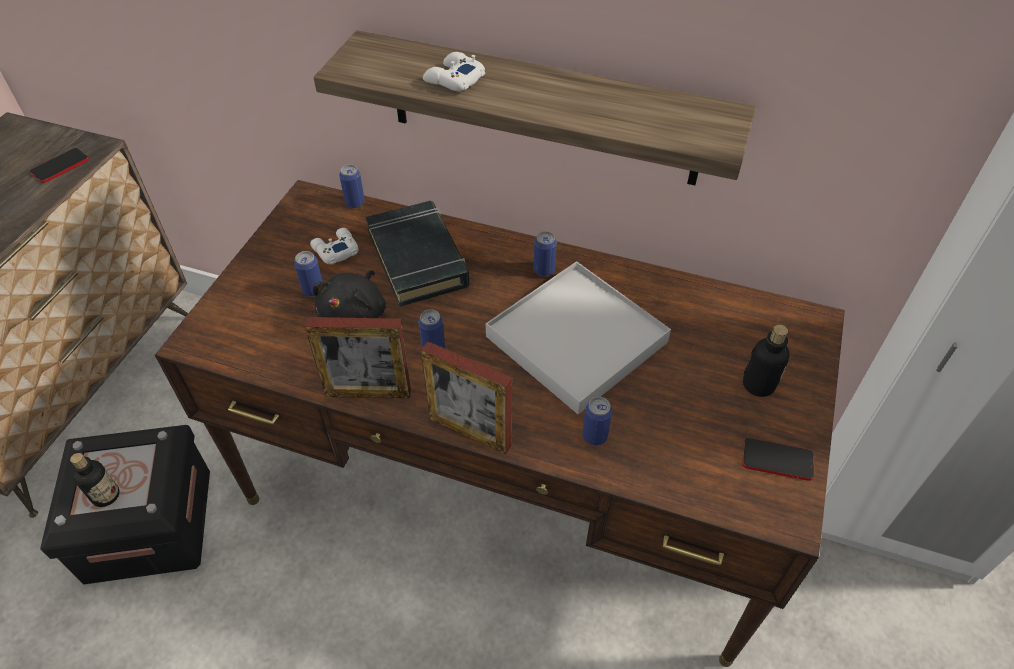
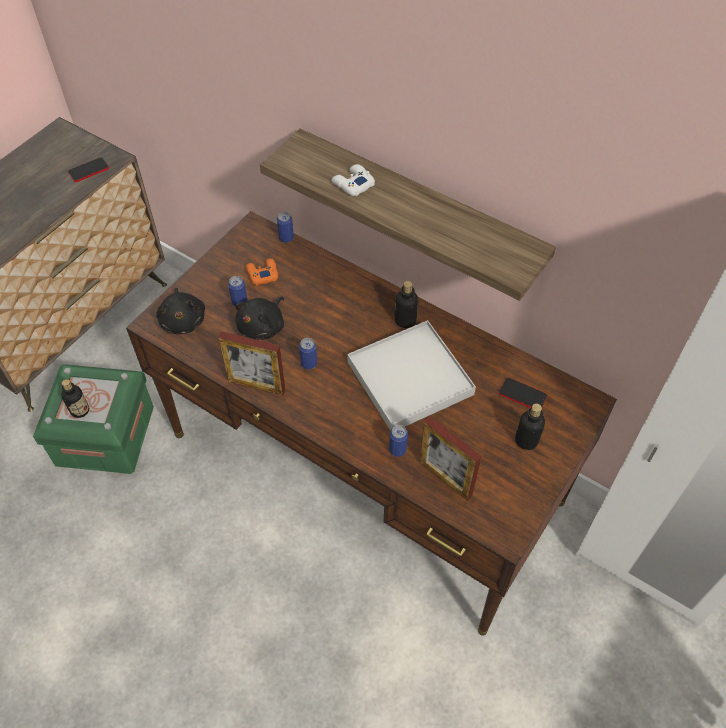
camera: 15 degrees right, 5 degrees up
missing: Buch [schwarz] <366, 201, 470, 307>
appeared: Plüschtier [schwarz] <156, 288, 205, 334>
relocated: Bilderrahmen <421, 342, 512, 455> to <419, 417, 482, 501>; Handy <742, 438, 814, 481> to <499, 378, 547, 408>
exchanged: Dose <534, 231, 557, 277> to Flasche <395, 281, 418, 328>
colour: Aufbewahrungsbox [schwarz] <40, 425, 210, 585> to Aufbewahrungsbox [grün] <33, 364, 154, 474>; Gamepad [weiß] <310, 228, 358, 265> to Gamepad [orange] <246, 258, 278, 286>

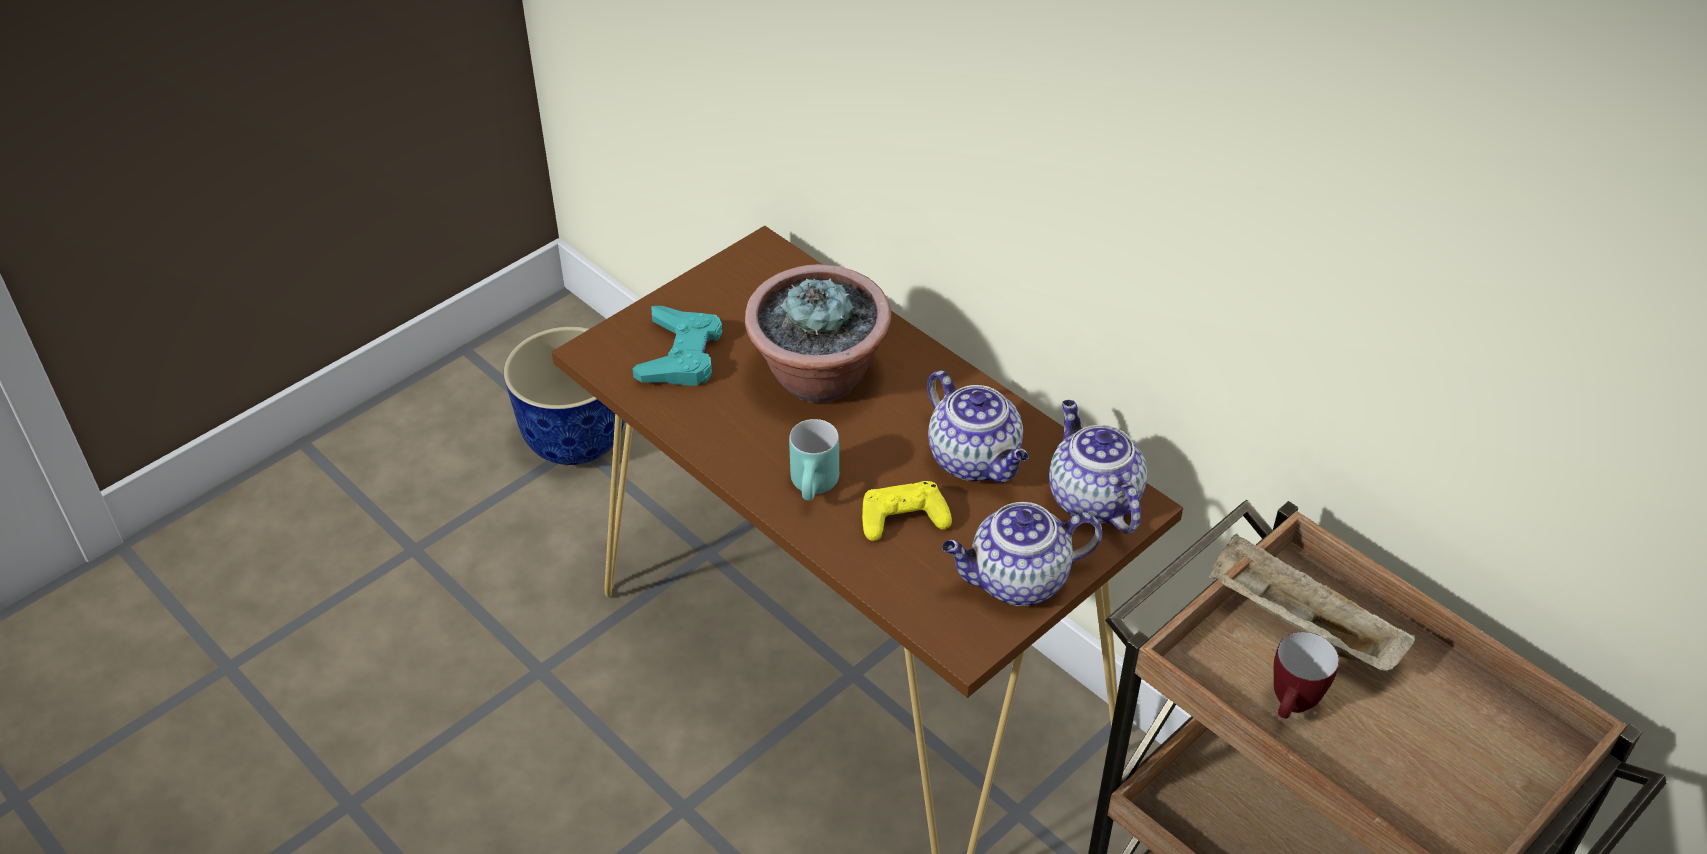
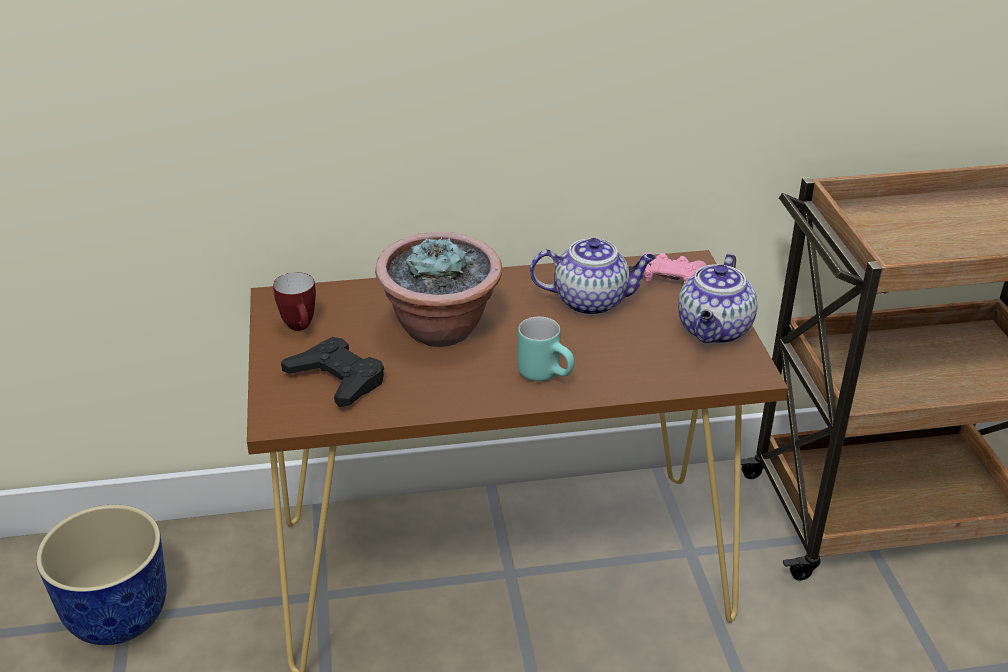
camera: 55 degrees left, 10 degrees down
missing: Gamepad [gelb] <862, 481, 952, 541>; Tablett [beige] <1209, 533, 1415, 671>
relocated: Henkelbecher <1273, 632, 1339, 719> to <273, 272, 316, 331>
exchanged: Teekanne <1049, 400, 1147, 534> to Gamepad [rosa] <642, 252, 706, 283>
colour: Gamepad [türkis] <632, 306, 722, 386> to Gamepad [schwarz] <281, 337, 384, 407>

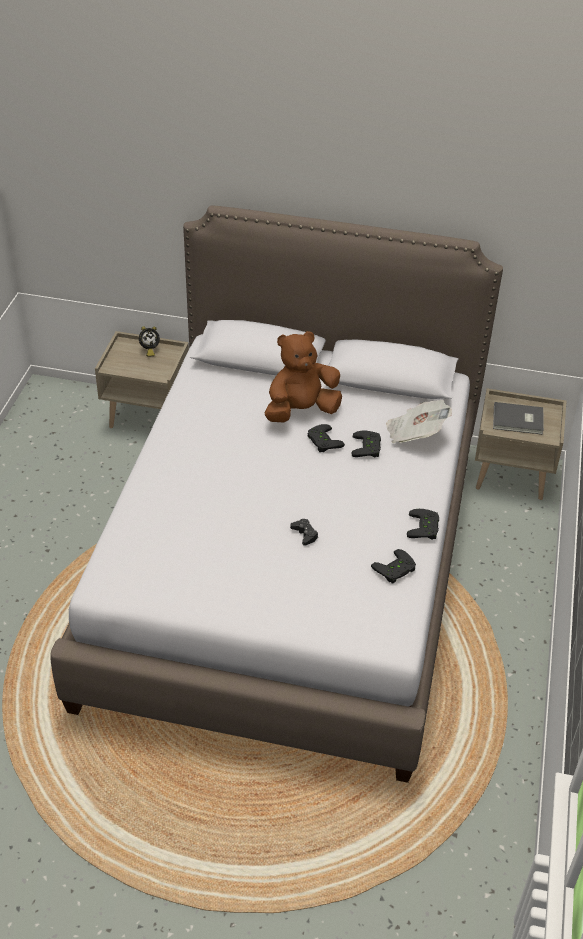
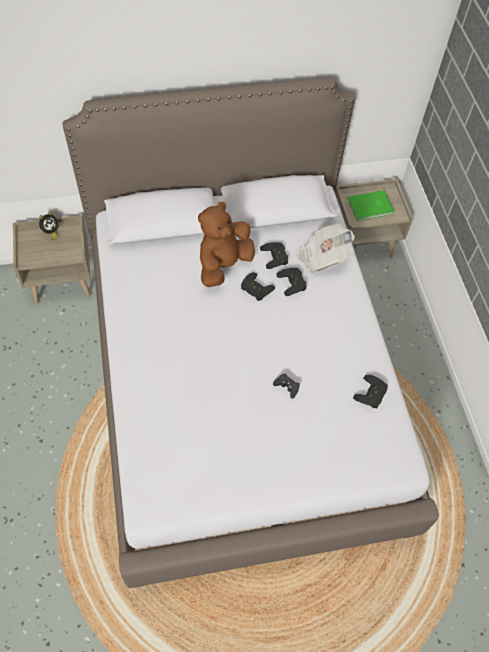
camera: 25 degrees left, 15 degrees up
relocated: Gamepad [schwarz] <407, 509, 439, 540> to <260, 242, 288, 269>
colour: Buch [grau] <493, 402, 544, 435> to Buch [grün] <347, 190, 395, 221>

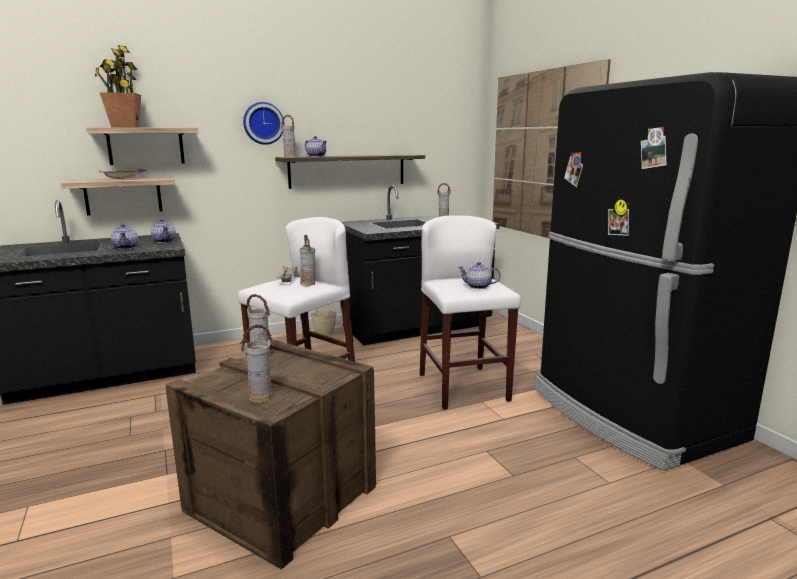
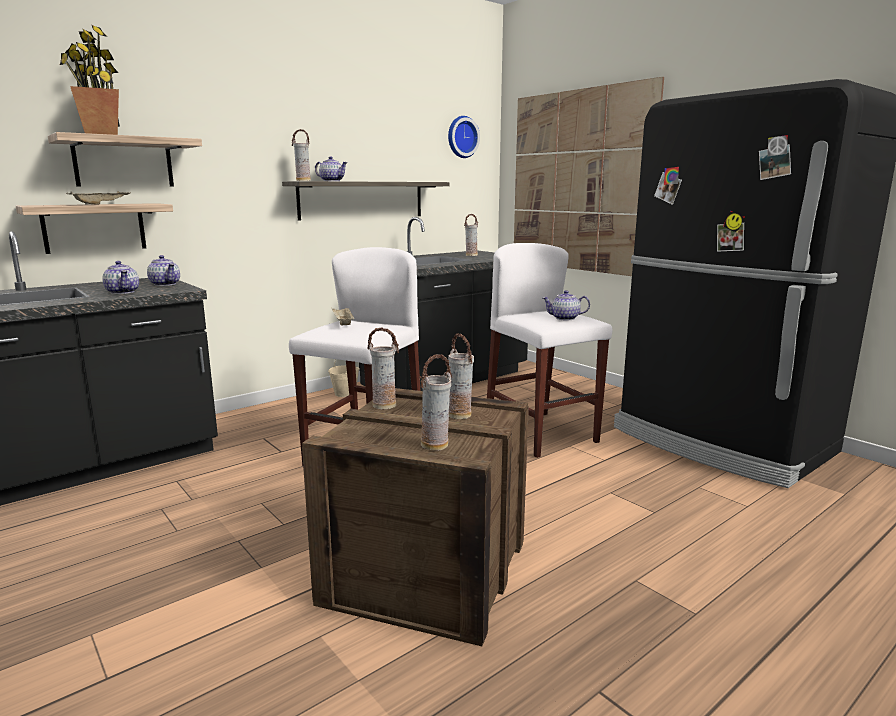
camera: 15 degrees left, 0 degrees up
relocated: Wanduhr <243, 102, 285, 145> to <448, 116, 480, 158>; Vase <300, 235, 315, 286> to <448, 333, 474, 419>

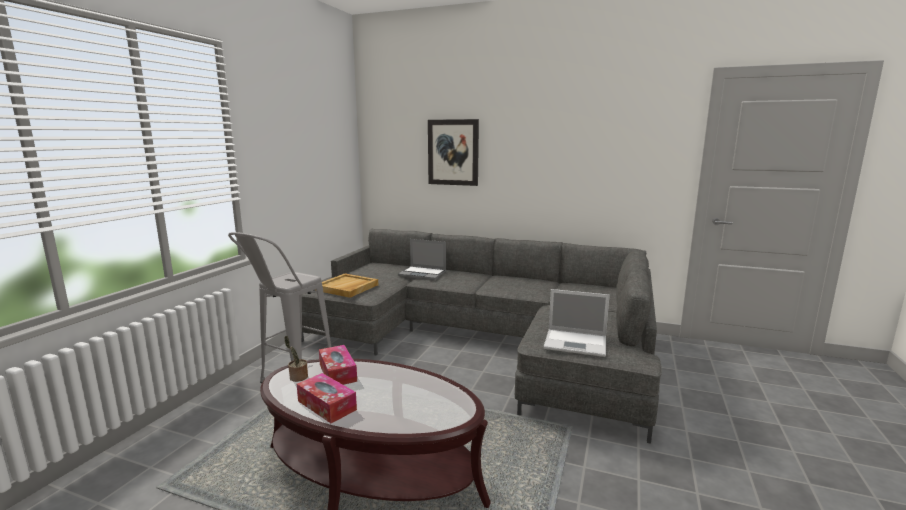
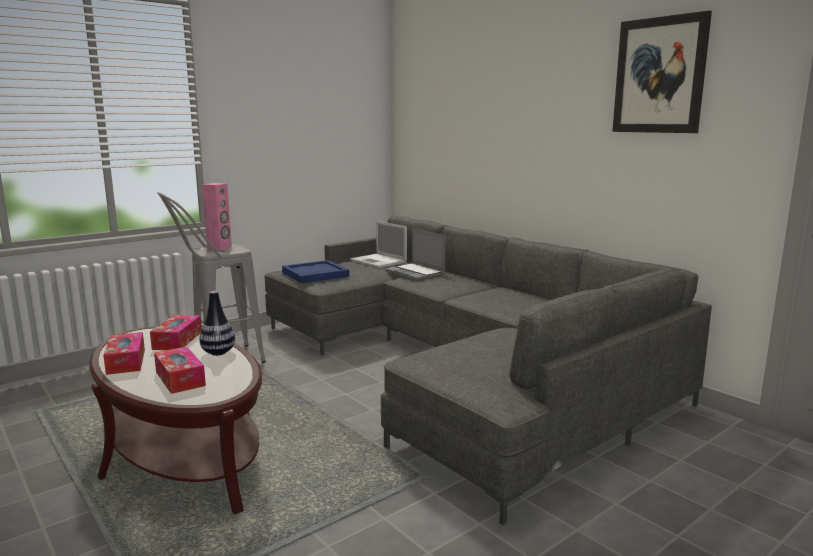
camera: 30 degrees right, 0 degrees up
missing: Topfpflanze <284, 335, 308, 382>
appeared: Taschentuchbox <154, 346, 206, 394>; Vase <199, 291, 235, 356>; Lautsprecher [rosa] <202, 183, 232, 251>
relocated: Bild <428, 119, 479, 186> to <612, 11, 712, 133>; Laptop <543, 289, 610, 357> to <350, 221, 407, 268>
colour: Tablett [beige] <315, 274, 378, 298> to Tablett [blau] <282, 260, 350, 284>

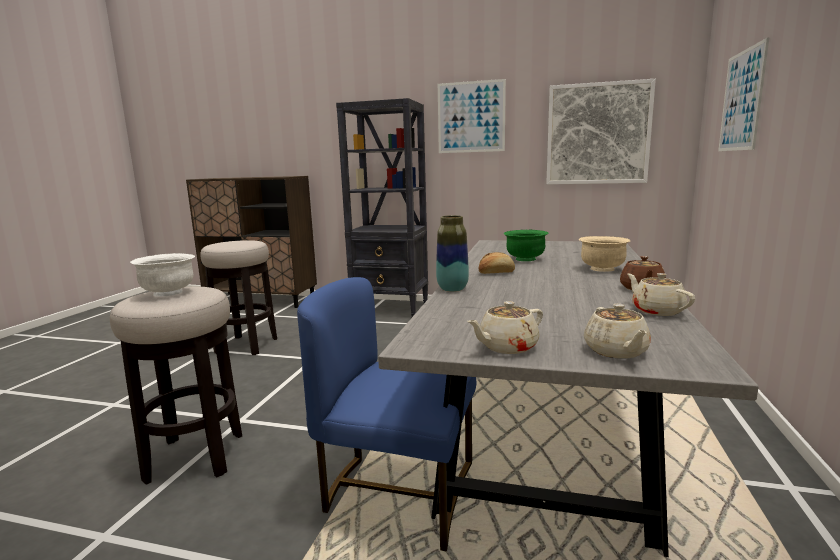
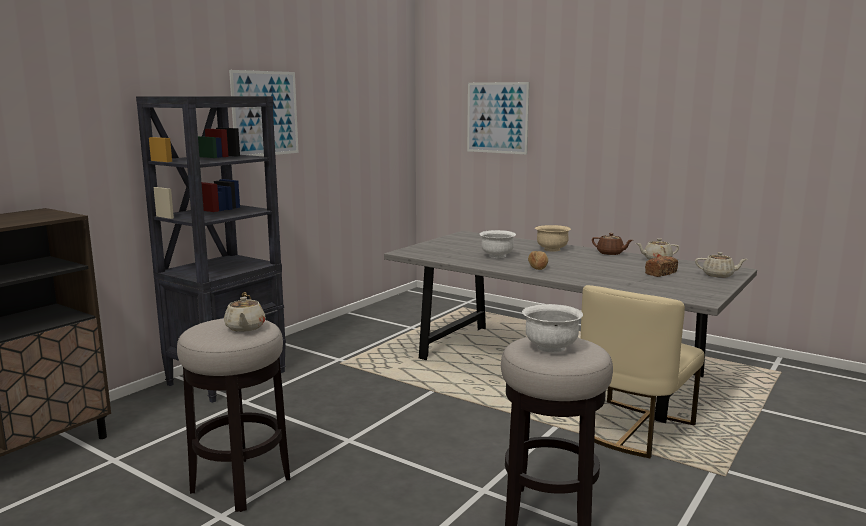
camera: 70 degrees left, 0 degrees up
missing: Vase <436, 215, 469, 292>; Bild <546, 79, 656, 185>
appeared: Brot <645, 256, 678, 277>
relocated: Teekanne [beige] <467, 301, 543, 354> to <224, 297, 266, 332>
colour: Stuhl [blau] <297, 277, 476, 551> to Stuhl [beige] <581, 285, 705, 458>; Schüssel [grün] <504, 230, 548, 261> to Schüssel [weiß] <480, 230, 516, 258>

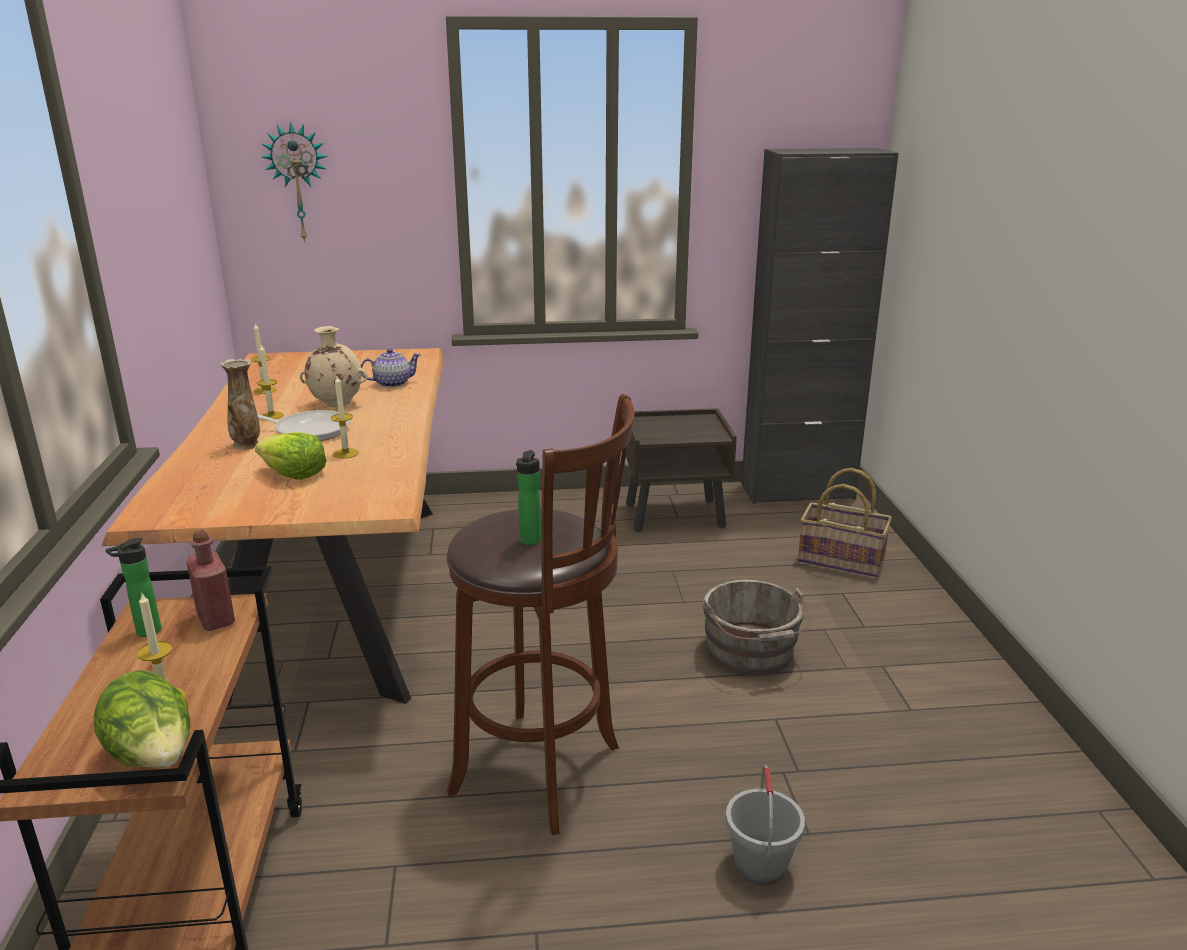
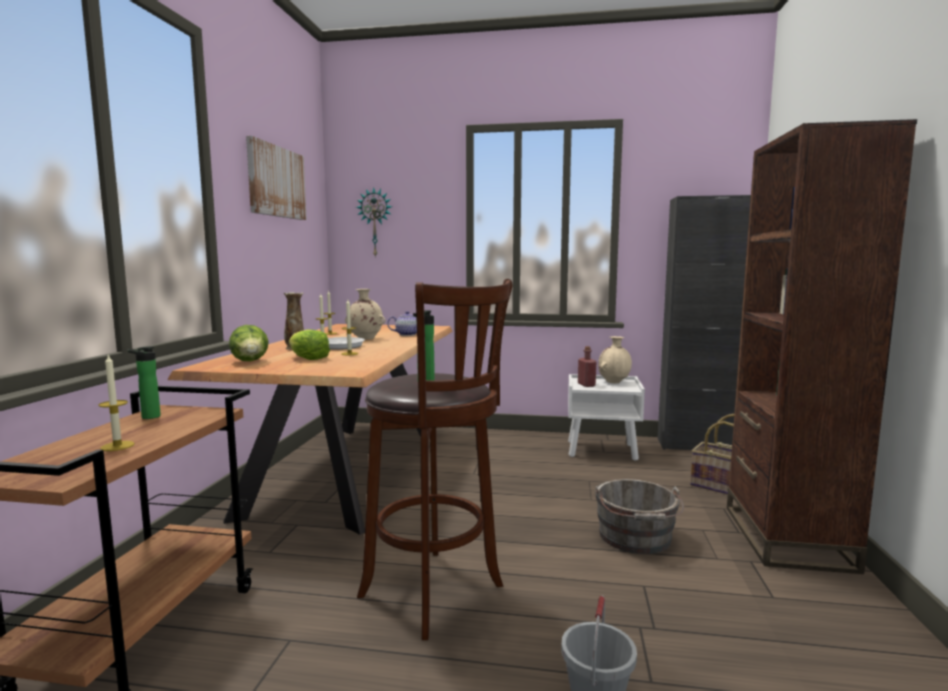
camera: 15 degrees right, 15 degrees down
appeared: Bild <246, 136, 307, 220>; Vase [beige] <598, 336, 632, 383>; Bücherregal [braun] <727, 119, 917, 574>
relocated: Salatkopf <94, 670, 190, 768> to <229, 325, 269, 361>; Flasche [rot] <186, 529, 235, 631> to <578, 346, 596, 387>
colour: Nachttisch [braun] <626, 408, 737, 532> to Nachttisch [weiß] <568, 374, 645, 460>

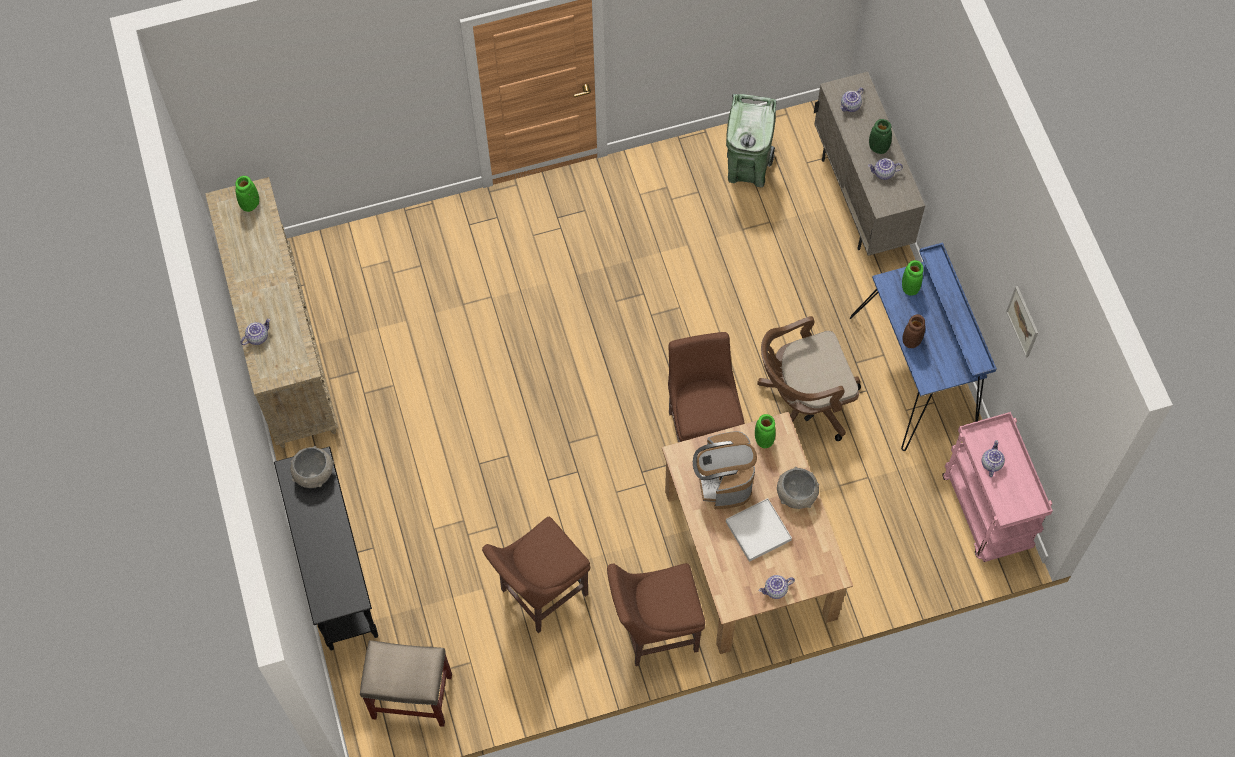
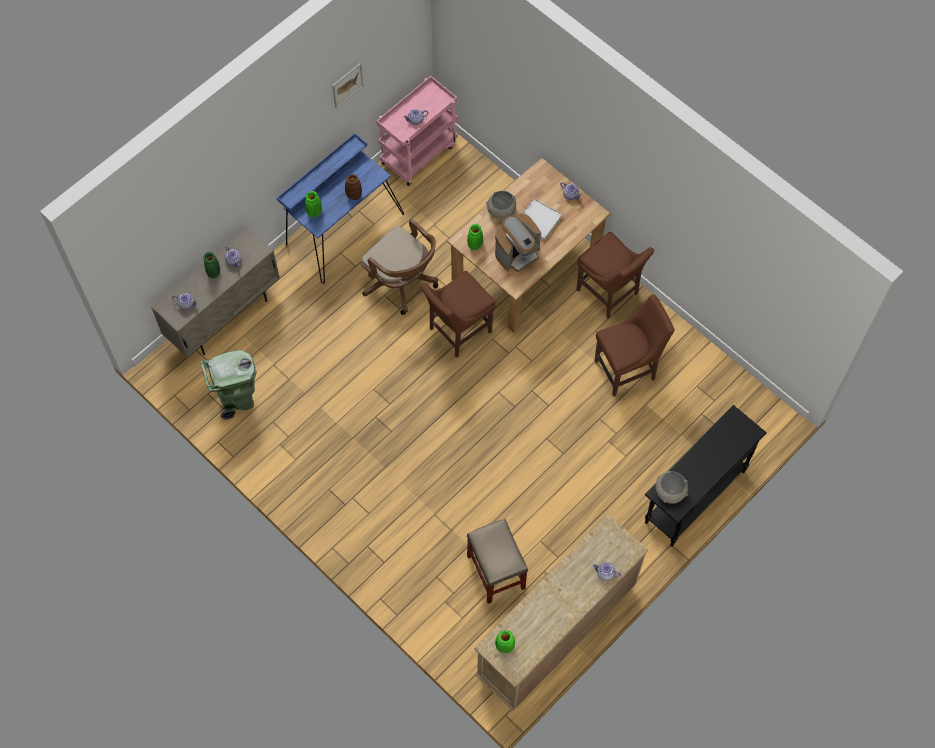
camera: 120 degrees left, 0 degrees up
relocated: Hocker [beige] <360, 640, 452, 727> to <467, 519, 528, 604>
spun: Stuhl [braun] <482, 517, 590, 633> = <594, 295, 674, 397> 45 degrees counterclockwise

